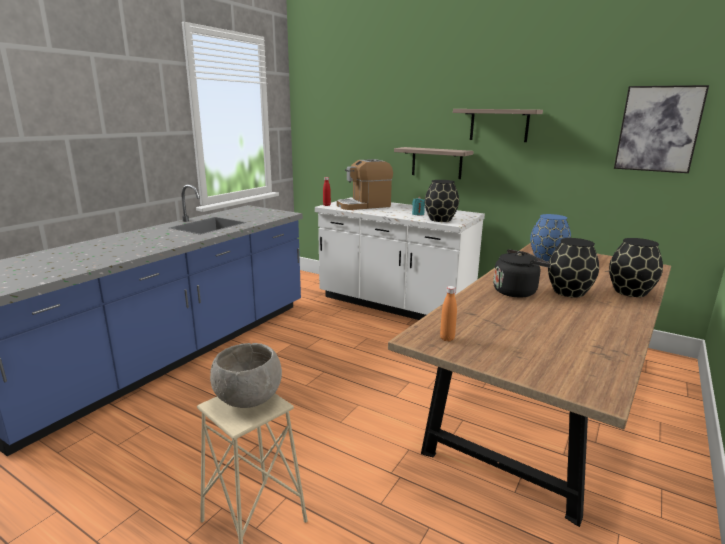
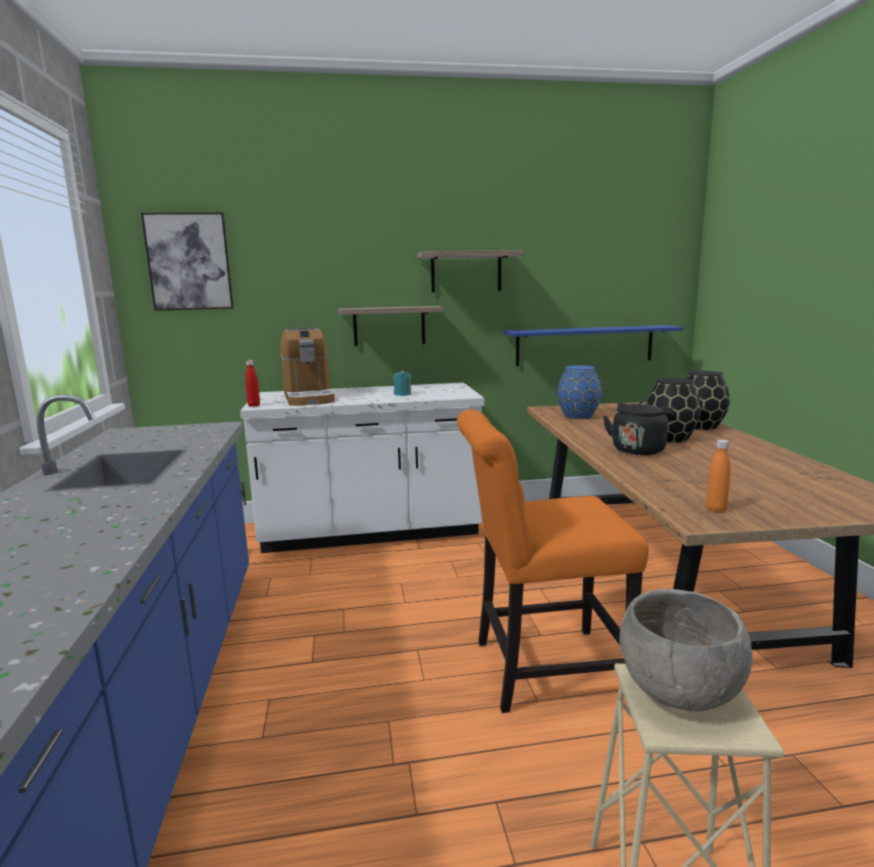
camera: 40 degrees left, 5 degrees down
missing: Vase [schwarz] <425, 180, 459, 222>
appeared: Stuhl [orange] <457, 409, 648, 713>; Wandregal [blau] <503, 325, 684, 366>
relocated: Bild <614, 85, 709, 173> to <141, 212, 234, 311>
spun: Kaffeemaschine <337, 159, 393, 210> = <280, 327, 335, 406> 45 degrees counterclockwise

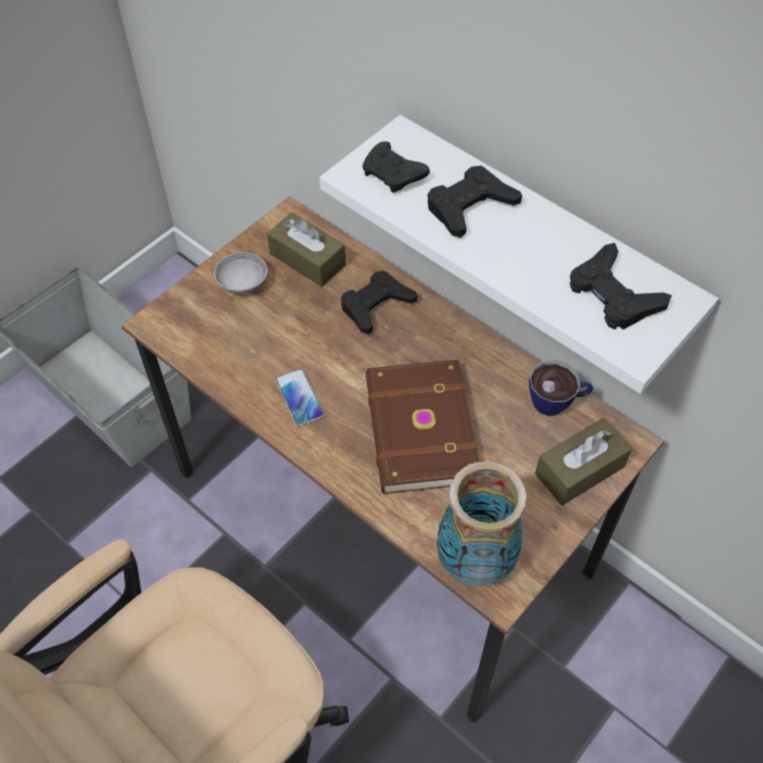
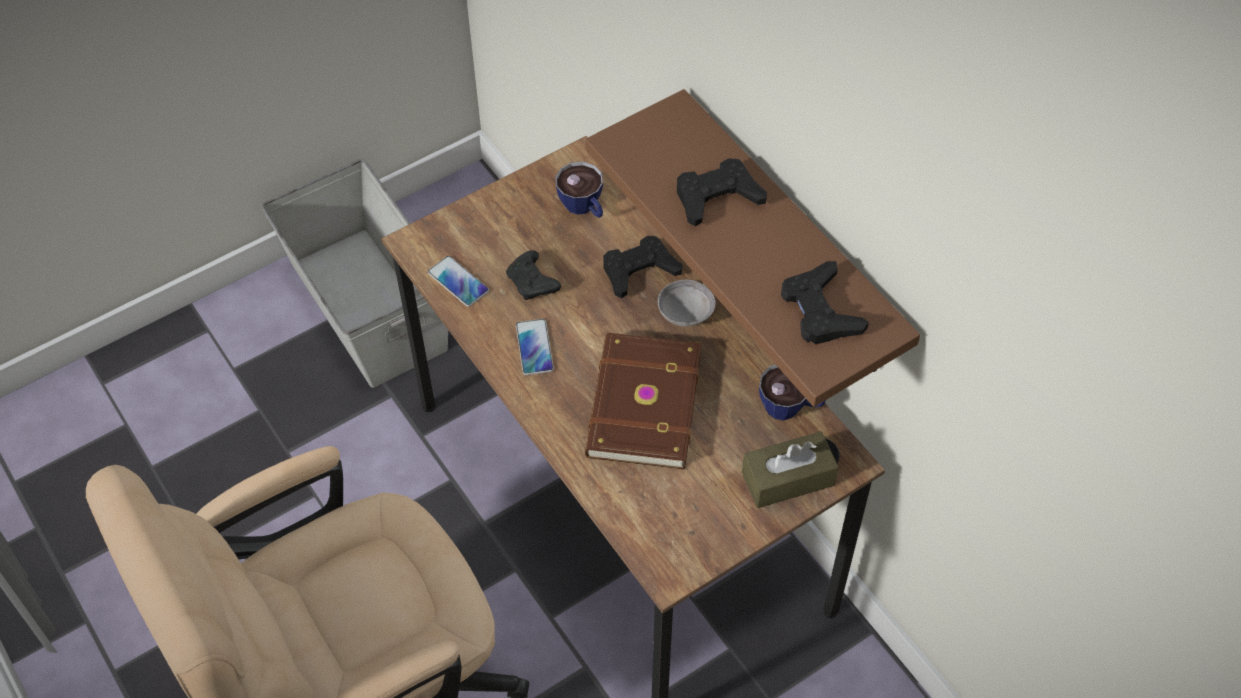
camera: 15 degrees right, 0 degrees up
missing: Vase <437, 461, 527, 586>
appeared: Handy <428, 256, 489, 307>
relocated: Schüssel [grau] <214, 252, 268, 294> to <658, 279, 716, 327>; Gamepad [schwarz] <362, 141, 430, 193> to <506, 250, 561, 300>
exchanged: Taschentuchbox [braun] <267, 212, 346, 287> to Tasse <555, 162, 603, 218>
colour: Wandregal [weiß] <319, 115, 718, 394> to Wandregal [braun] <585, 89, 920, 407>

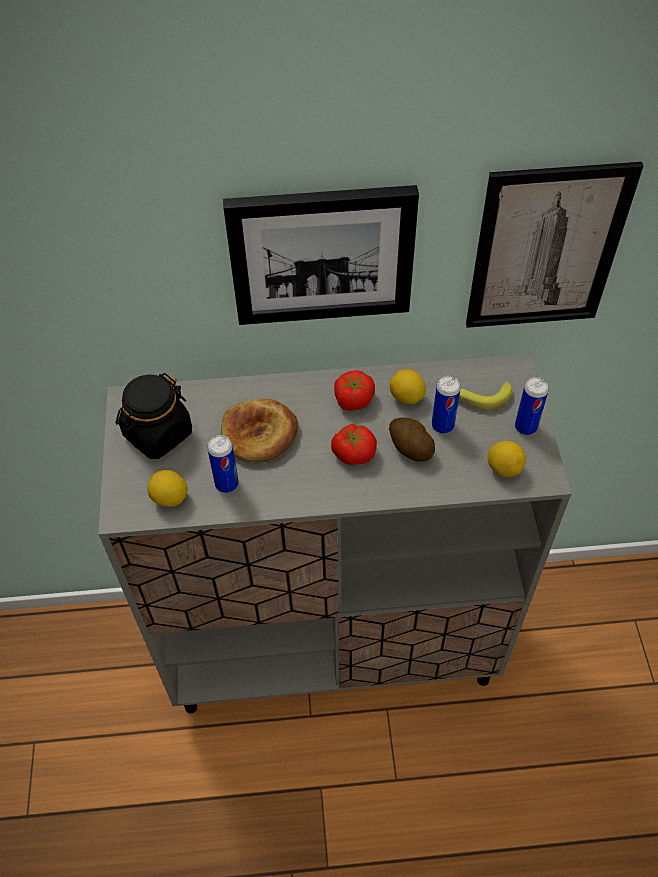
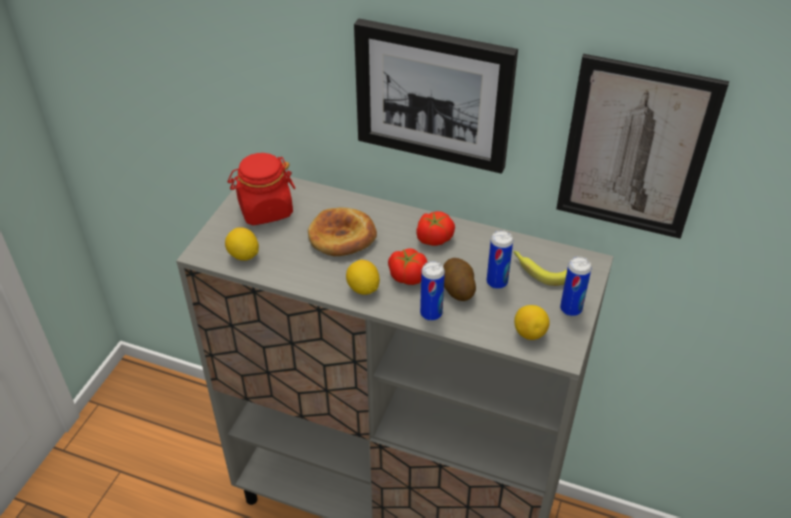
camera: 25 degrees right, 10 degrees down
relocated: Dose <207, 435, 239, 493> to <420, 261, 445, 321>; Zitrone <390, 369, 426, 404> to <346, 260, 380, 295>
colour: Vorratsglas [schwarz] <115, 373, 192, 459> to Vorratsglas [rot] <228, 153, 295, 225>

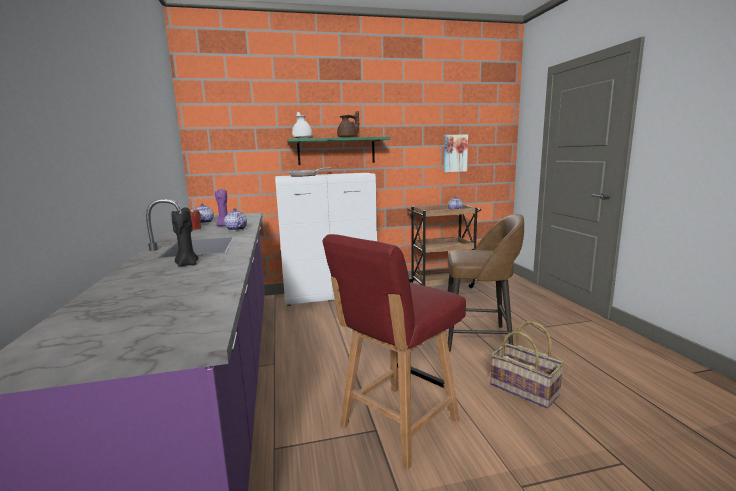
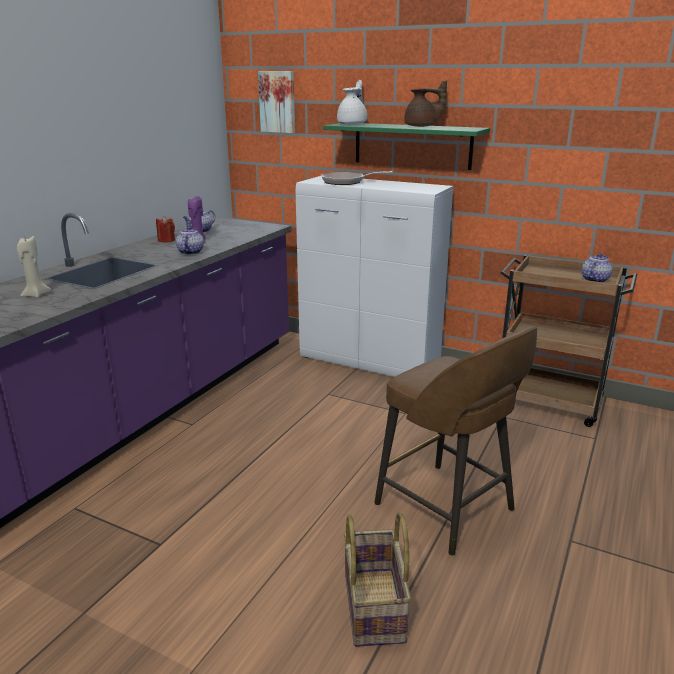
camera: 40 degrees right, 10 degrees up
missing: Stuhl [rot] <323, 234, 466, 470>
relocated: Bild <444, 134, 468, 172> to <258, 71, 295, 133>
colour: Kerze [schwarz] <172, 208, 198, 267> to Kerze [beige] <17, 236, 52, 298>

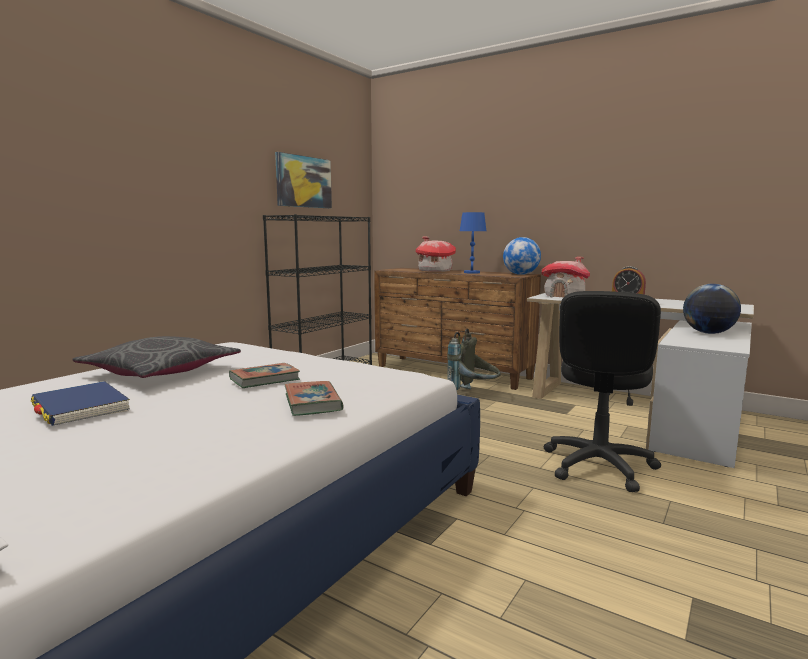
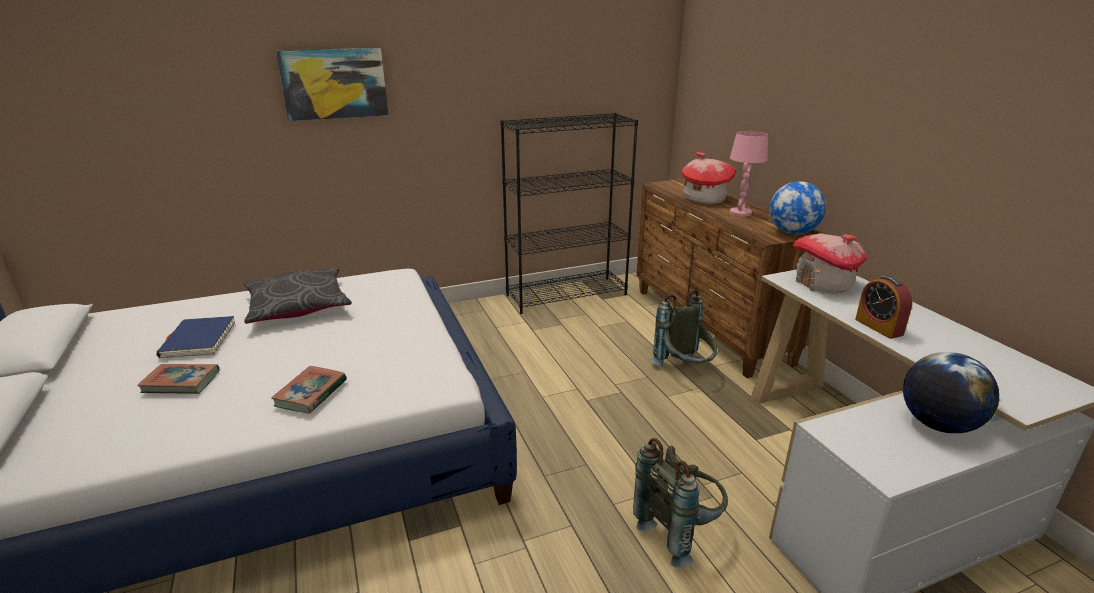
camera: 35 degrees right, 15 degrees up
relocated: Buch <229, 363, 300, 388> to <137, 364, 220, 394>; Bild <275, 152, 332, 208> to <276, 48, 388, 121>
exchanged: Bürostuhl [schwarz] <544, 291, 661, 492> to Rucksack [grau] <633, 438, 728, 568>
colour: Tischlampe [blau] <460, 212, 486, 274> to Tischlampe [rosa] <730, 131, 768, 216>

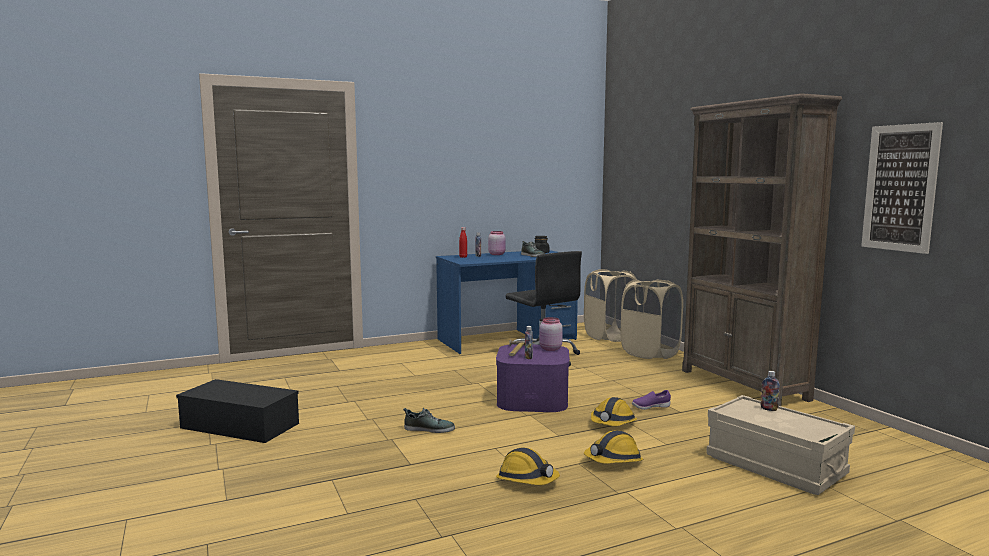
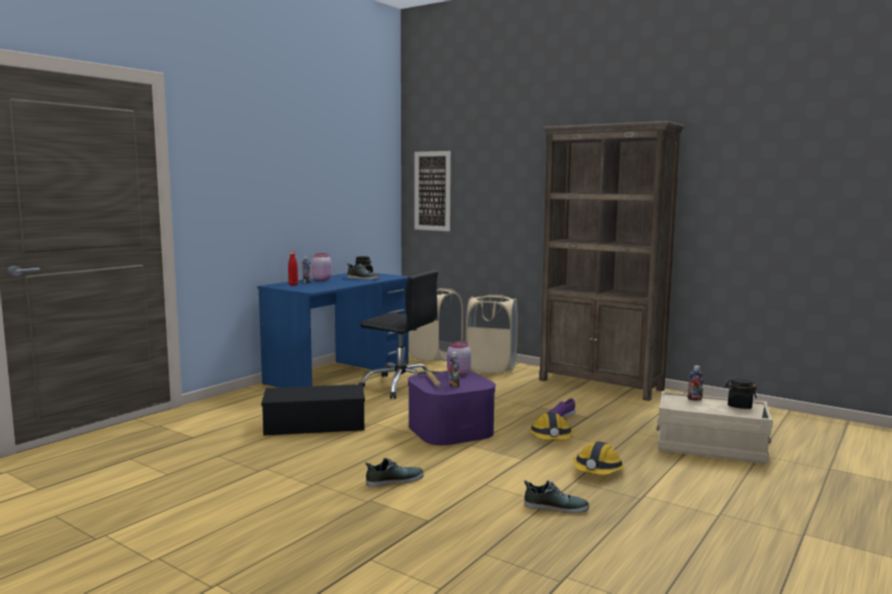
camera: 30 degrees left, 0 degrees up
appeared: Vorratsglas [schwarz] <725, 378, 757, 409>
relocated: Aufbewahrungsbox [schwarz] <176, 379, 299, 443> to <261, 384, 365, 436>; Bild <861, 122, 943, 254> to <414, 151, 451, 231>
exchanged: Schutzhelm <496, 448, 560, 485> to Schuh <524, 480, 589, 513>

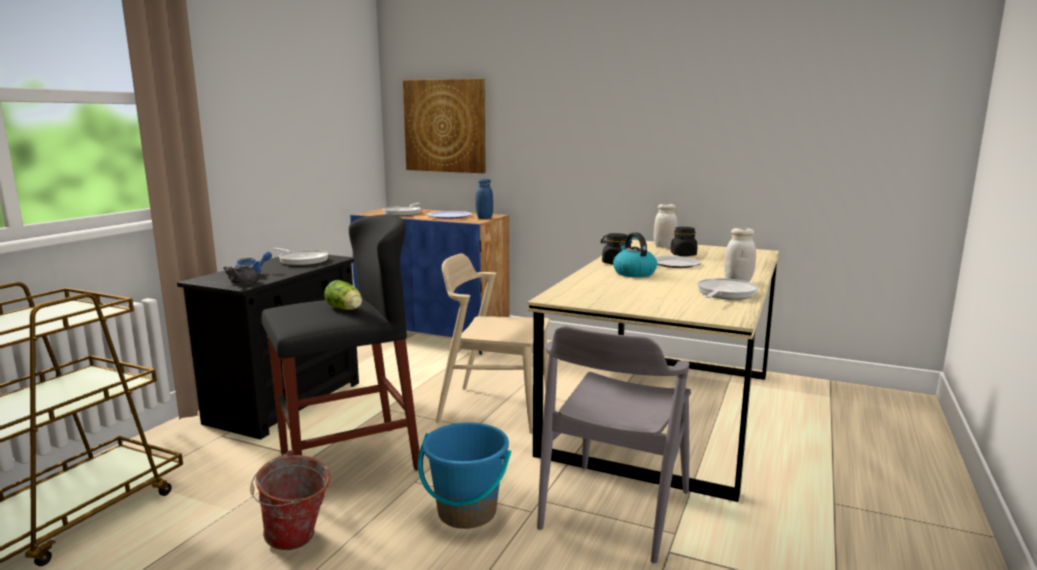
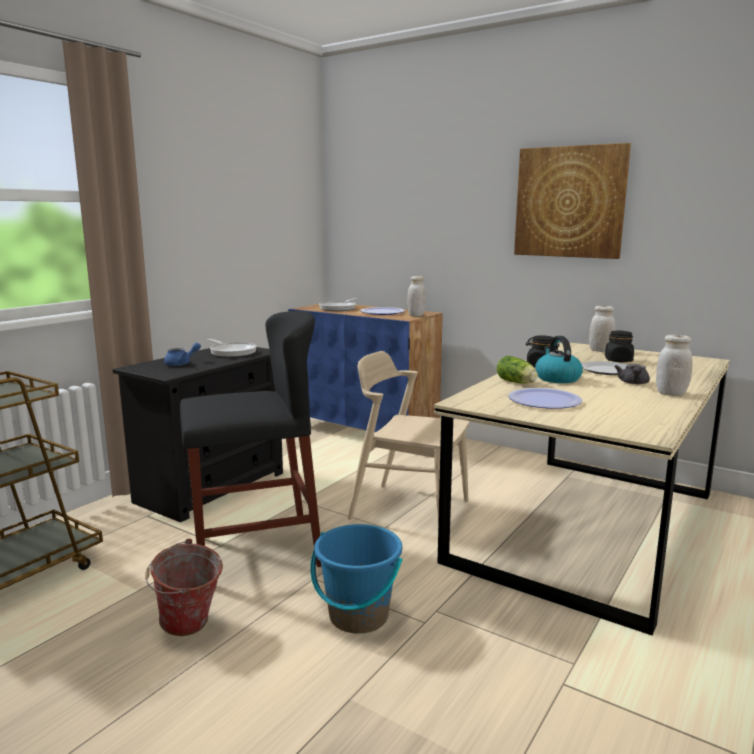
camera: 10 degrees right, 0 degrees up
missing: Stuhl [grau] <537, 325, 691, 564>; Pfanne <697, 278, 758, 300>
appeared: Teller <508, 388, 583, 409>
relocated: Teekanne [grau] <223, 265, 259, 285> to <615, 364, 650, 384>; Salatkopf <324, 280, 362, 310> to <497, 356, 538, 384>; Bild <403, 79, 486, 173> to <514, 143, 631, 259>
colour: Vorratsglas [blau] <475, 179, 493, 219> to Vorratsglas [weiß] <407, 276, 426, 316>

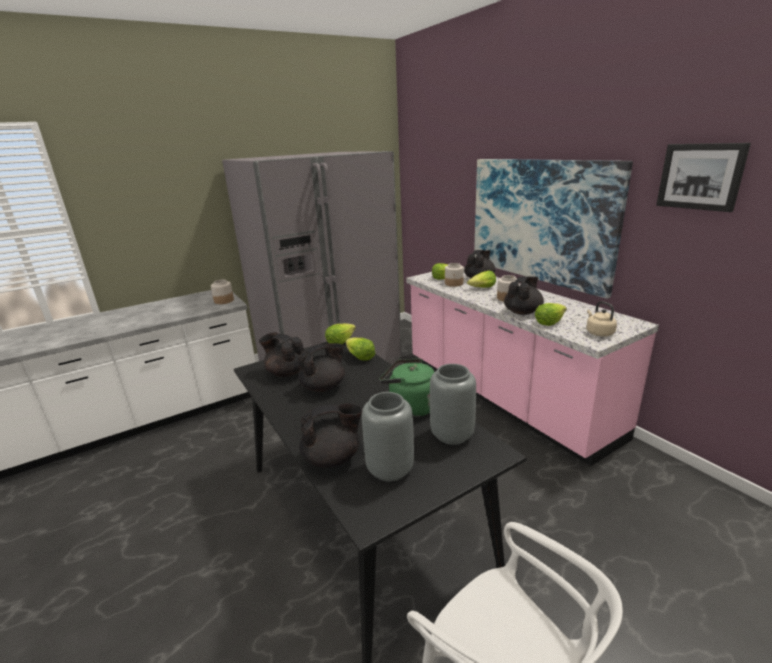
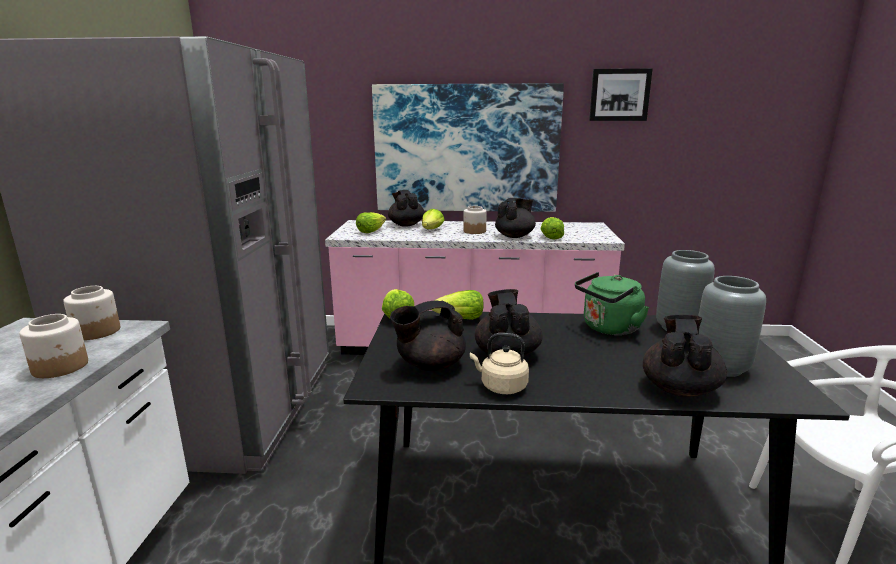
camera: 55 degrees left, 5 degrees down
relocated: Vorratsglas <445, 263, 464, 287> to <19, 314, 88, 378>; Wasserkessel [beige] <586, 301, 617, 337> to <470, 333, 529, 394>
spun: Teekanne [schwarz] <504, 277, 544, 315> = <495, 198, 536, 238> 60 degrees clockwise

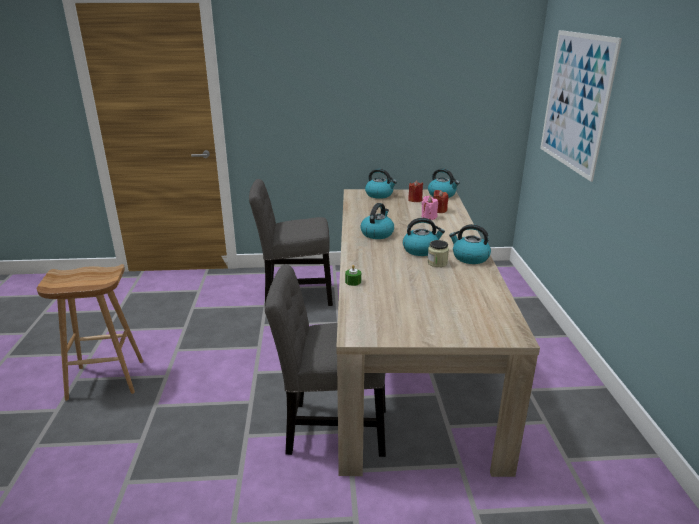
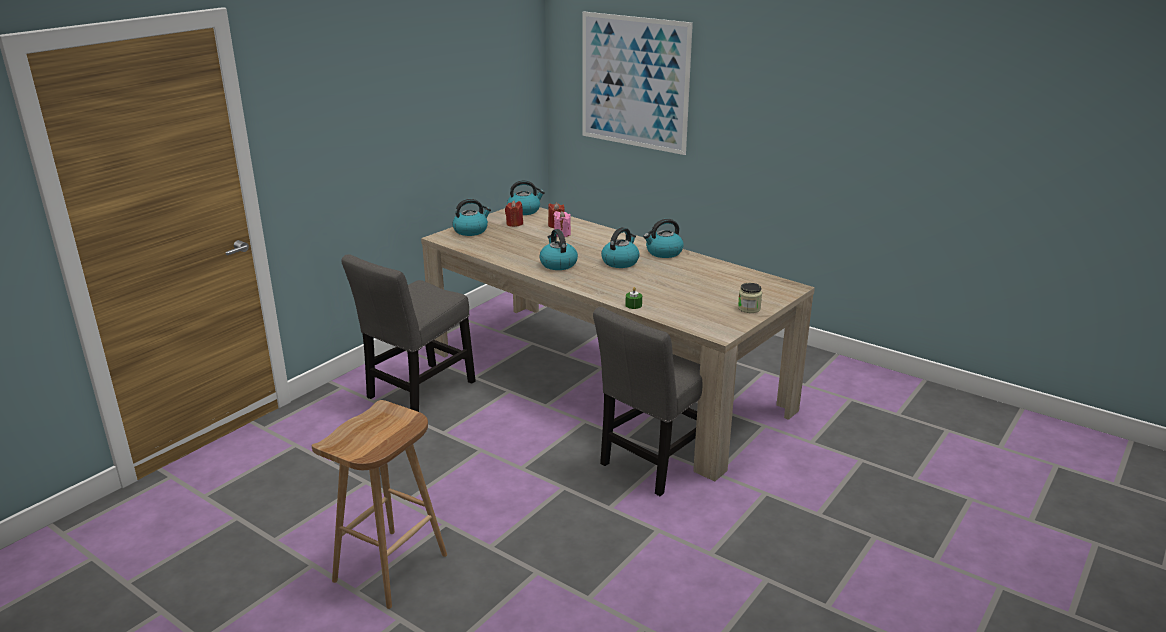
camera: 50 degrees left, 0 degrees up
relocated: Vorratsglas <427, 240, 449, 267> to <738, 283, 762, 313>

